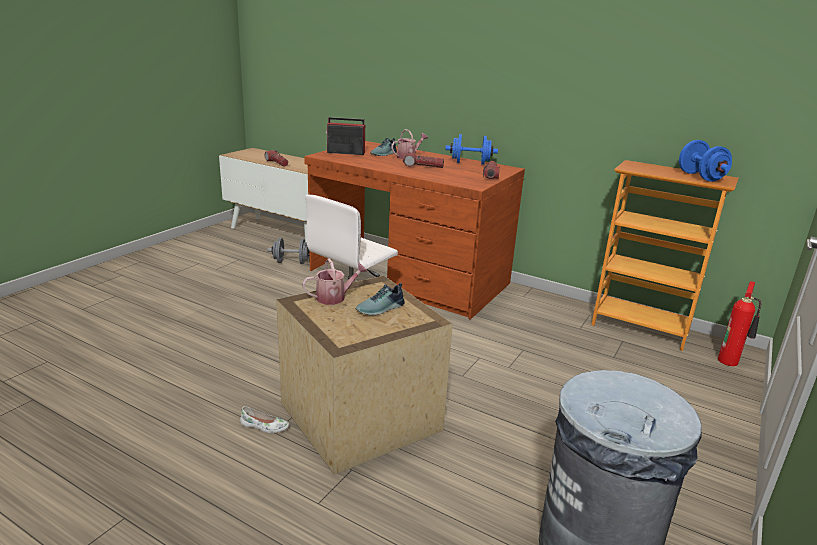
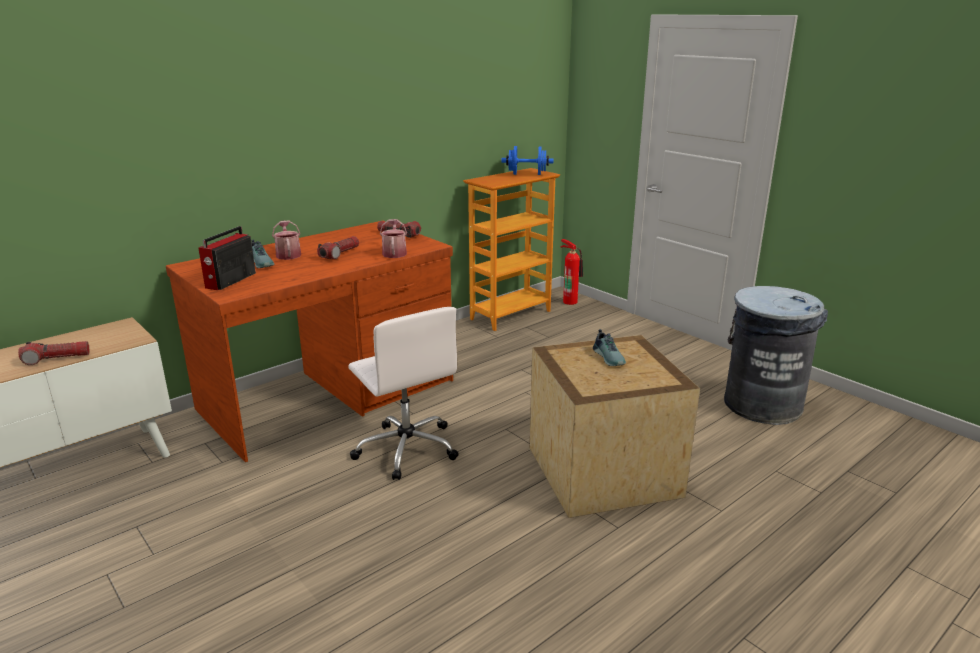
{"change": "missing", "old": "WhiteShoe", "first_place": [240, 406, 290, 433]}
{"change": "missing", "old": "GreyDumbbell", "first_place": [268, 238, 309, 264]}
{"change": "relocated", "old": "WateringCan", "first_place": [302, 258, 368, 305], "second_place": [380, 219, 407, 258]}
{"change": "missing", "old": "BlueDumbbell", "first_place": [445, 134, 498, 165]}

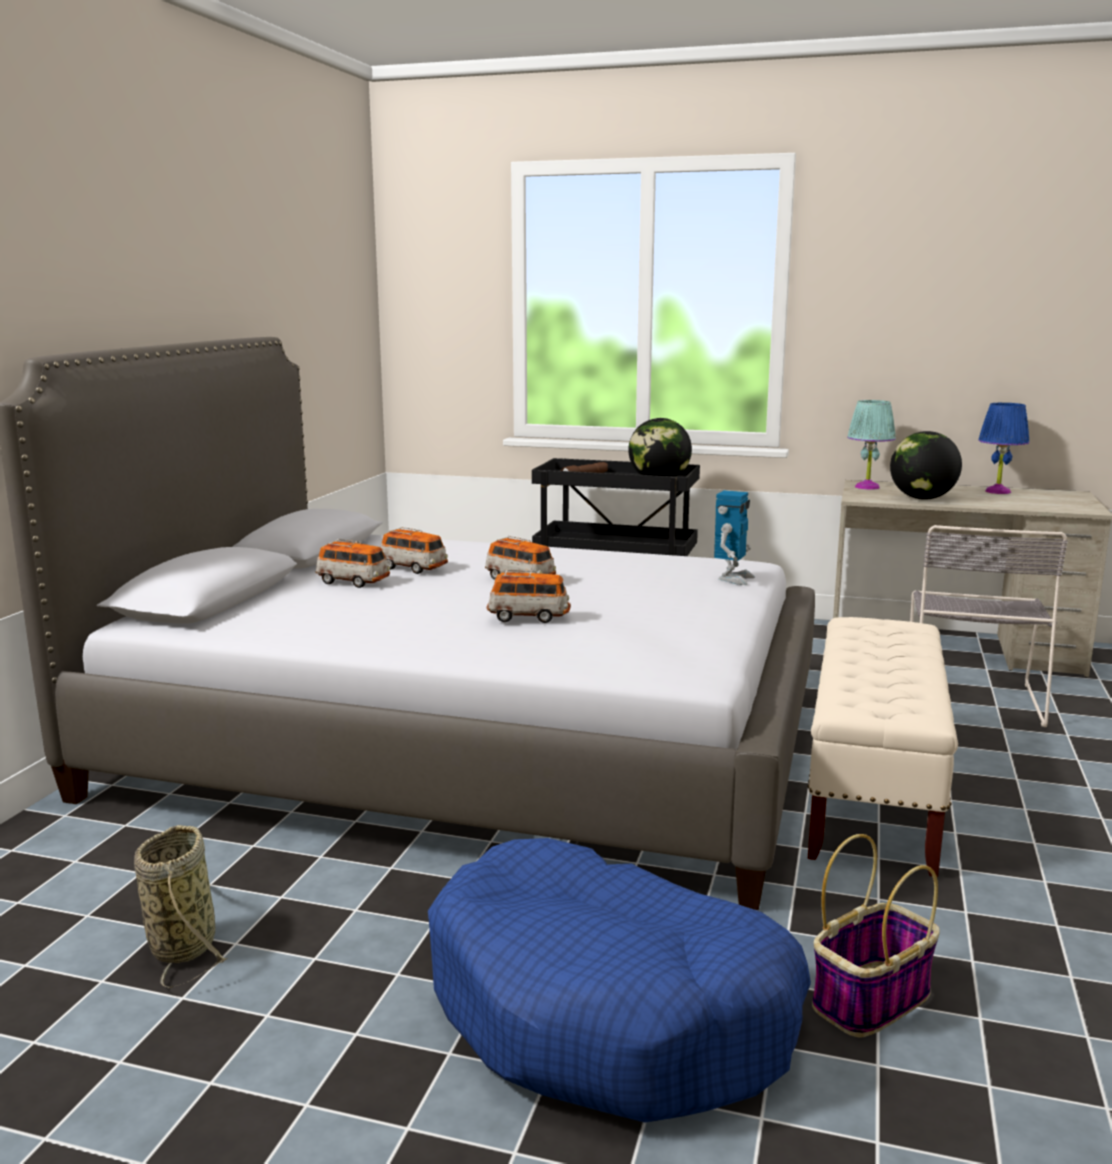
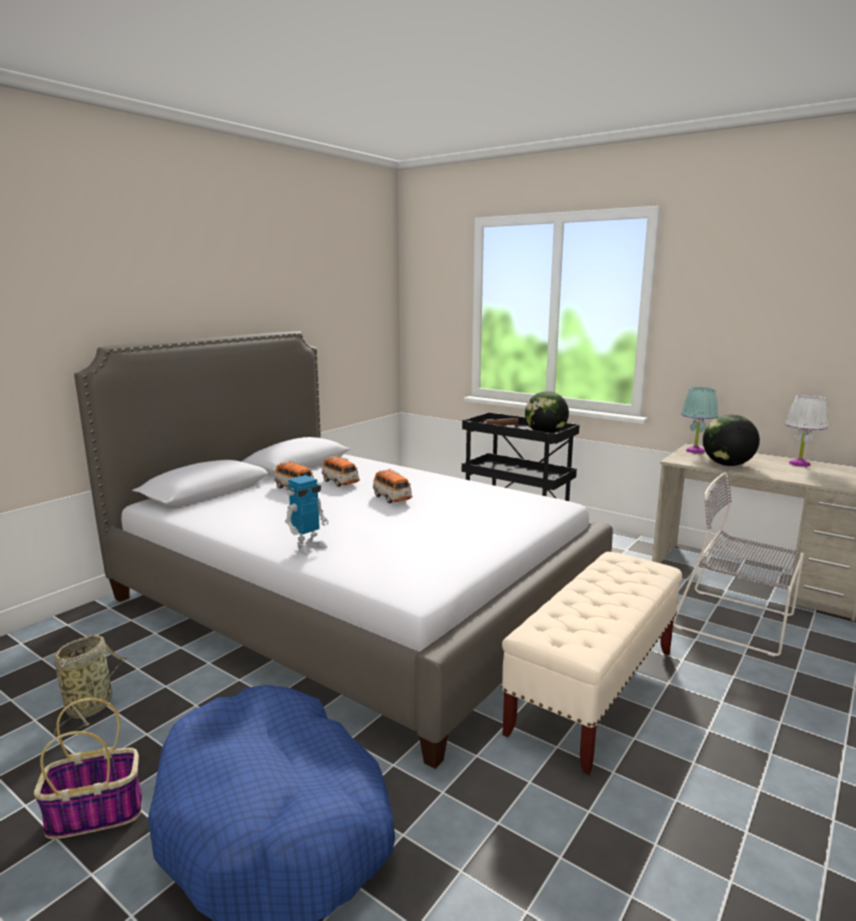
{"change": "missing", "old": "ToyCar", "first_place": [486, 570, 571, 623]}
{"change": "relocated", "old": "ToyRobot", "first_place": [714, 490, 755, 585], "second_place": [285, 475, 329, 555]}
{"change": "relocated", "old": "Basket", "first_place": [812, 834, 940, 1038], "second_place": [34, 698, 142, 839]}
{"change": "spun", "old": "GreyChair", "first_place": [910, 525, 1068, 727], "second_place": [673, 472, 804, 656], "degrees": 90}
{"change": "colour", "old": "BlueTableLamp", "new": "WhiteTableLamp", "first_place": [978, 403, 1030, 494], "second_place": [785, 395, 828, 467]}

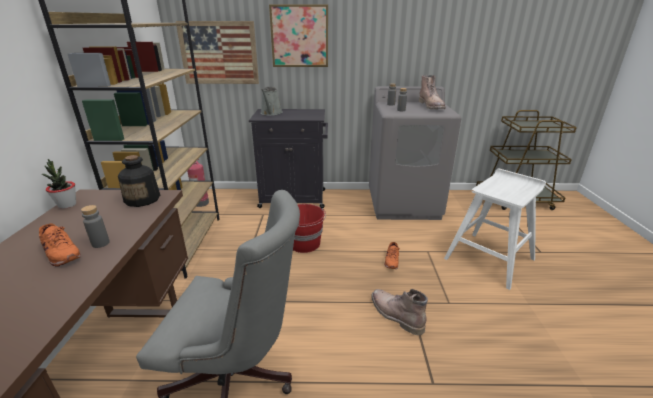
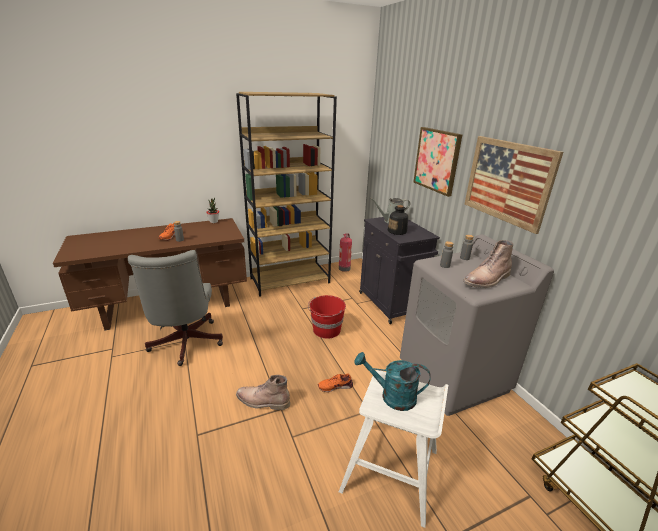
{"change": "relocated", "old": "Bottle", "first_place": [118, 155, 160, 207], "second_place": [388, 205, 408, 235]}
{"change": "relocated", "old": "Picture", "first_place": [176, 21, 259, 84], "second_place": [465, 136, 563, 234]}
{"change": "spun", "old": "BrownBoot", "first_place": [371, 289, 428, 335], "second_place": [236, 375, 290, 410], "degrees": -105}
{"change": "appeared", "new": "TurquoiseWateringCan", "second_place": [354, 352, 430, 411]}

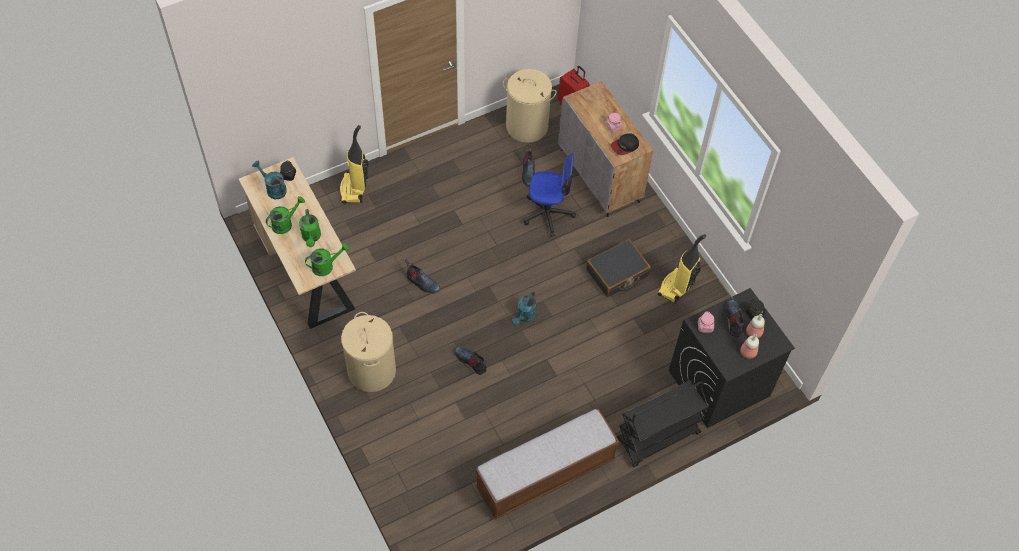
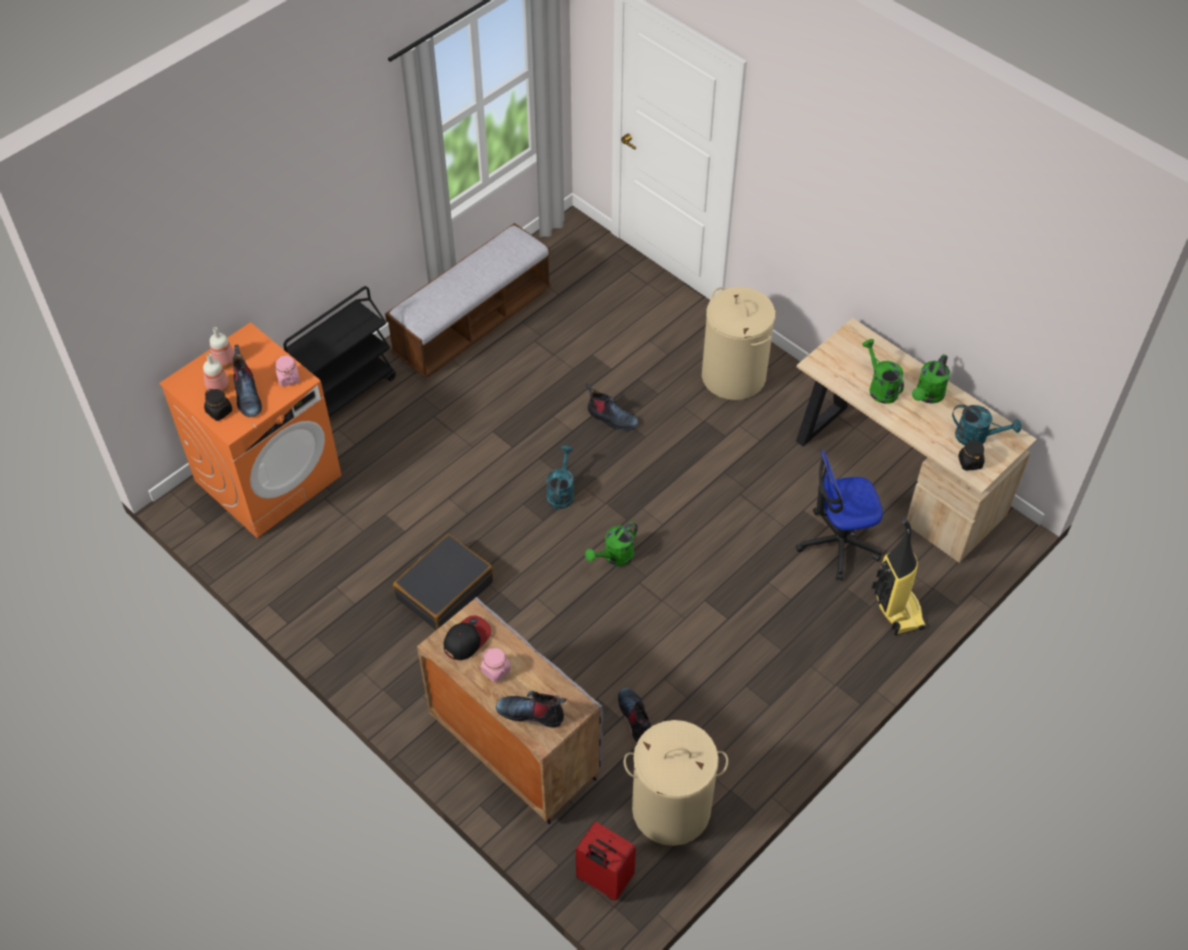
{"change": "relocated", "old": "GreenWateringCan", "first_place": [305, 243, 349, 276], "second_place": [585, 522, 638, 566]}
{"change": "relocated", "old": "Boot", "first_place": [405, 259, 440, 294], "second_place": [496, 691, 567, 728]}
{"change": "relocated", "old": "OfficeChair", "first_place": [524, 154, 576, 237], "second_place": [796, 450, 883, 581]}
{"change": "missing", "old": "VacuumCleaner", "first_place": [658, 234, 706, 304]}
{"change": "colour", "old": "BlackWashingMachine", "new": "OrangeWashingMachine", "first_place": [669, 288, 795, 428], "second_place": [159, 322, 342, 538]}

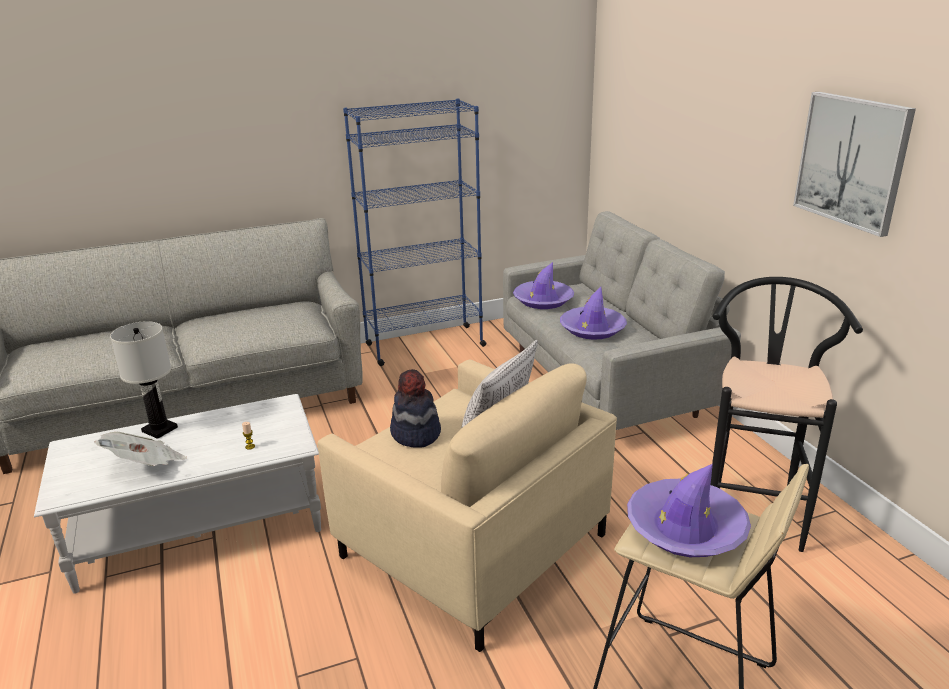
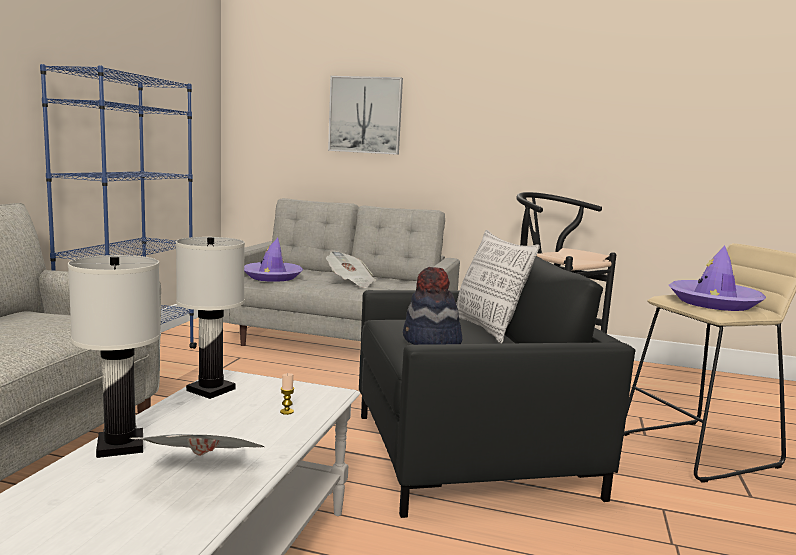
{"change": "colour", "old": "BeigeArmchair", "new": "BlackArmchair", "first_place": [318, 360, 617, 652], "second_place": [359, 256, 636, 518]}
{"change": "exchanged", "old": "PurpleHat", "new": "Newspaper", "first_place": [560, 287, 627, 340], "second_place": [326, 251, 376, 288]}
{"change": "relocated", "old": "Picture", "first_place": [793, 92, 916, 237], "second_place": [328, 76, 403, 155]}
{"change": "appeared", "new": "WhiteTableLamp", "second_place": [176, 237, 245, 399]}

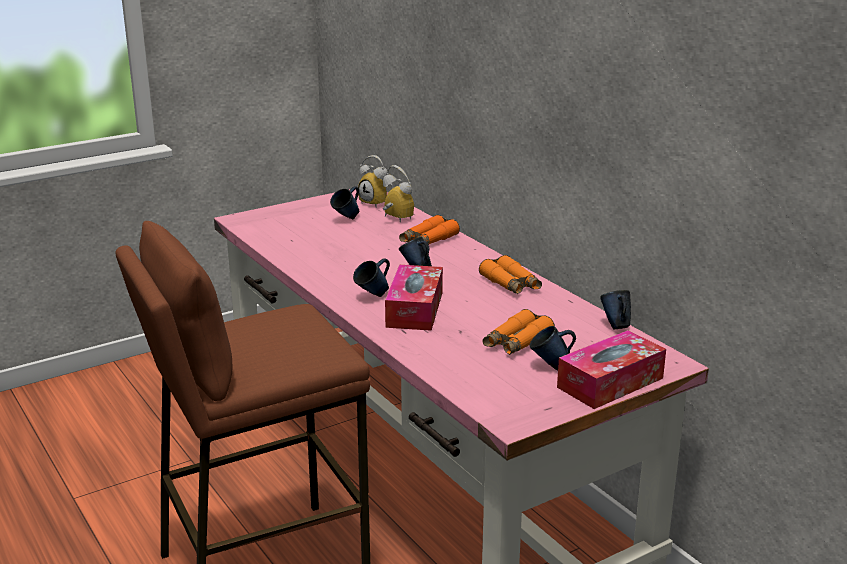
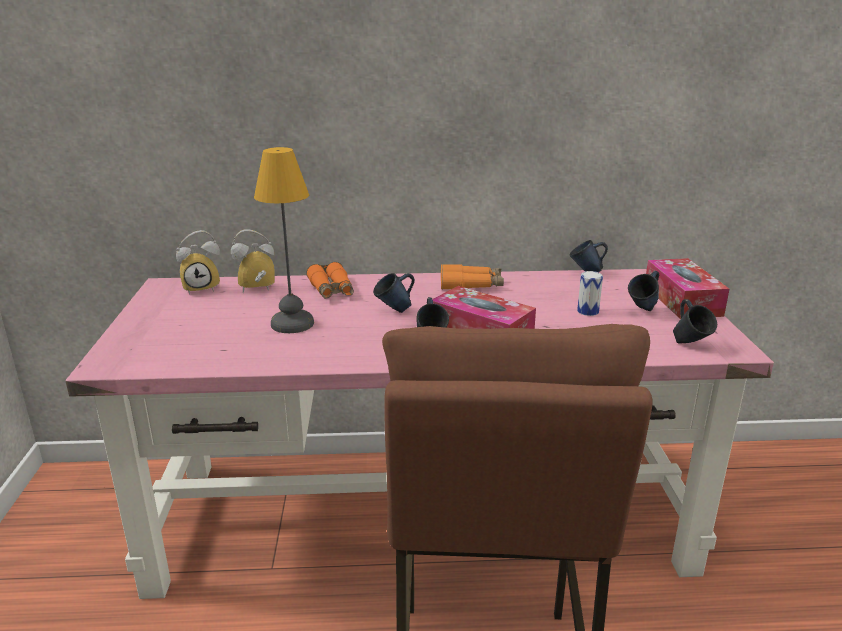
{"change": "relocated", "old": "BlueMug", "first_place": [330, 186, 360, 219], "second_place": [673, 299, 717, 343]}
{"change": "exchanged", "old": "OrangeBinoculars", "new": "Can", "first_place": [483, 309, 555, 355], "second_place": [577, 271, 603, 316]}
{"change": "appeared", "new": "TableLamp", "second_place": [254, 147, 314, 333]}

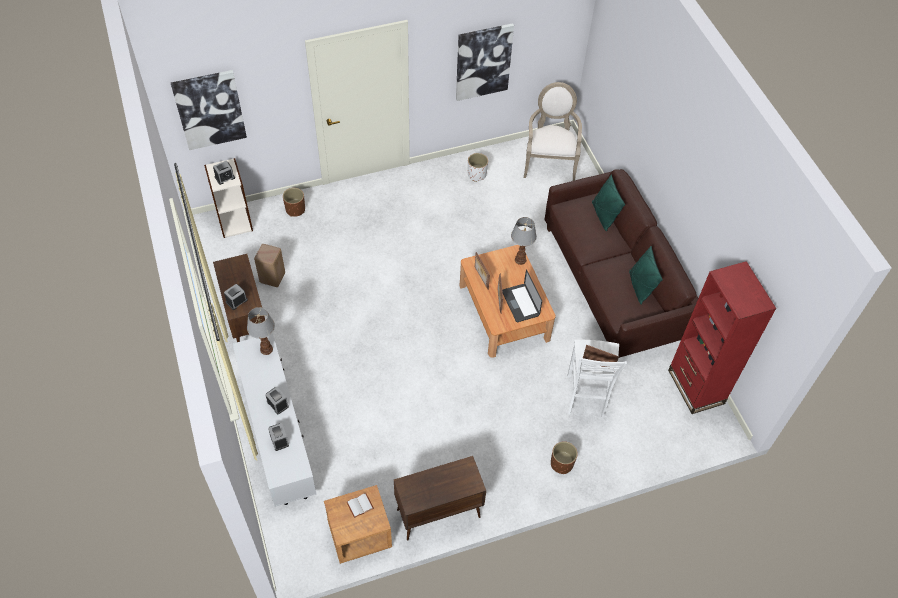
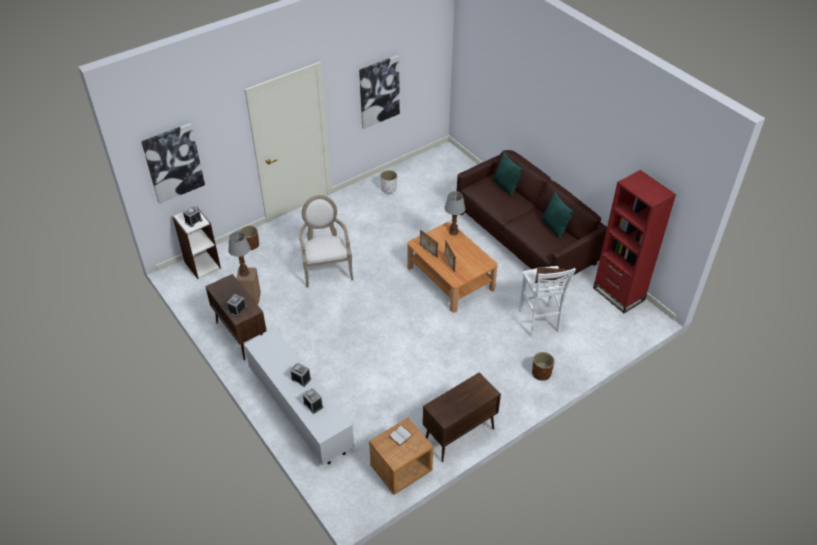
{"change": "relocated", "old": "TableLamp", "first_place": [247, 307, 275, 355], "second_place": [228, 232, 251, 277]}
{"change": "missing", "old": "Laptop", "first_place": [502, 270, 542, 322]}
{"change": "relocated", "old": "Armchair", "first_place": [524, 82, 582, 181], "second_place": [299, 195, 353, 288]}

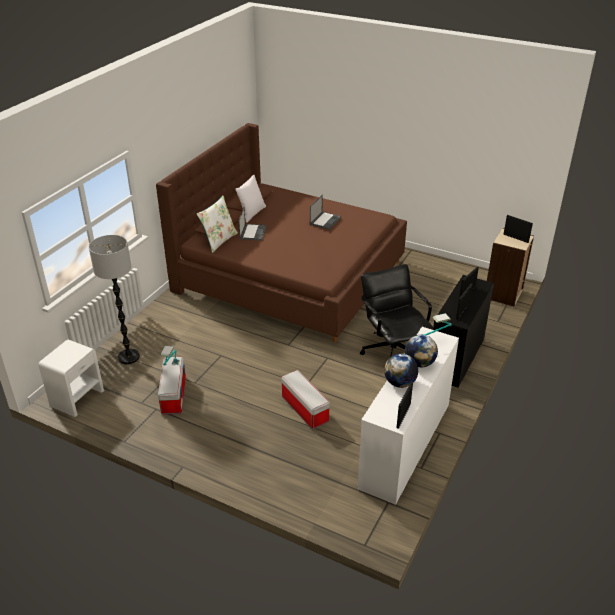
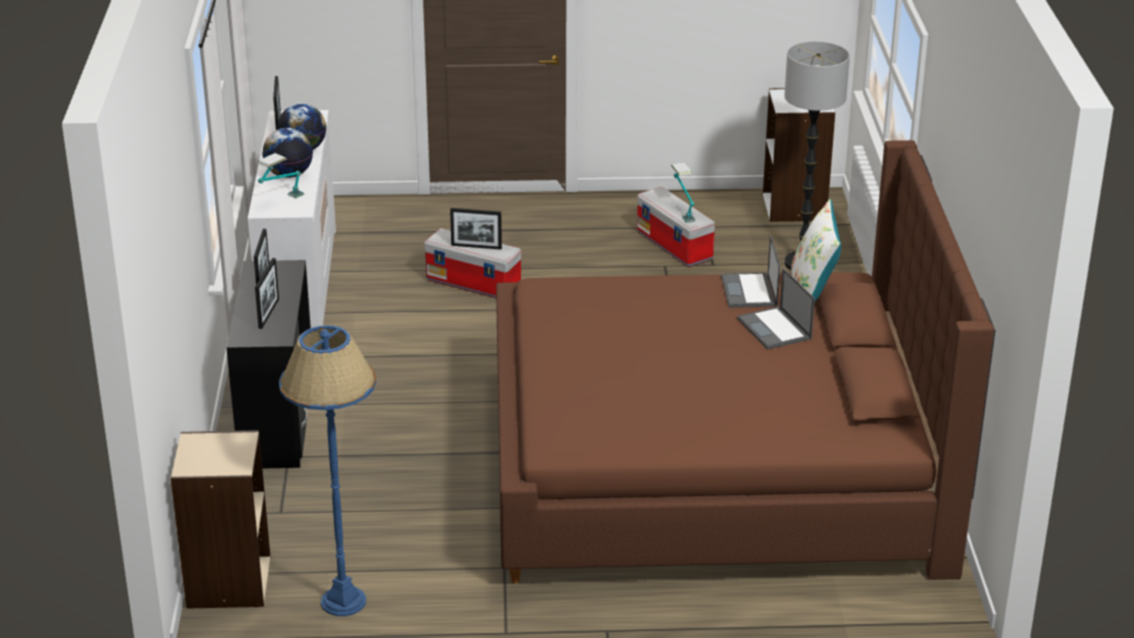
{"change": "exchanged", "old": "WhiteNightstand", "new": "WhiteBookcase", "first_place": [38, 339, 104, 417], "second_place": [763, 88, 835, 222]}
{"change": "missing", "old": "WhitePillow", "first_place": [235, 175, 266, 223]}
{"change": "relocated", "old": "Laptop", "first_place": [310, 195, 341, 230], "second_place": [721, 235, 780, 308]}
{"change": "missing", "old": "BlackOfficeChair", "first_place": [360, 264, 433, 357]}
{"change": "relocated", "old": "PictureFrame", "first_place": [503, 215, 533, 243], "second_place": [450, 208, 502, 250]}
{"change": "appeared", "new": "BlueFloorLamp", "second_place": [279, 325, 376, 616]}

